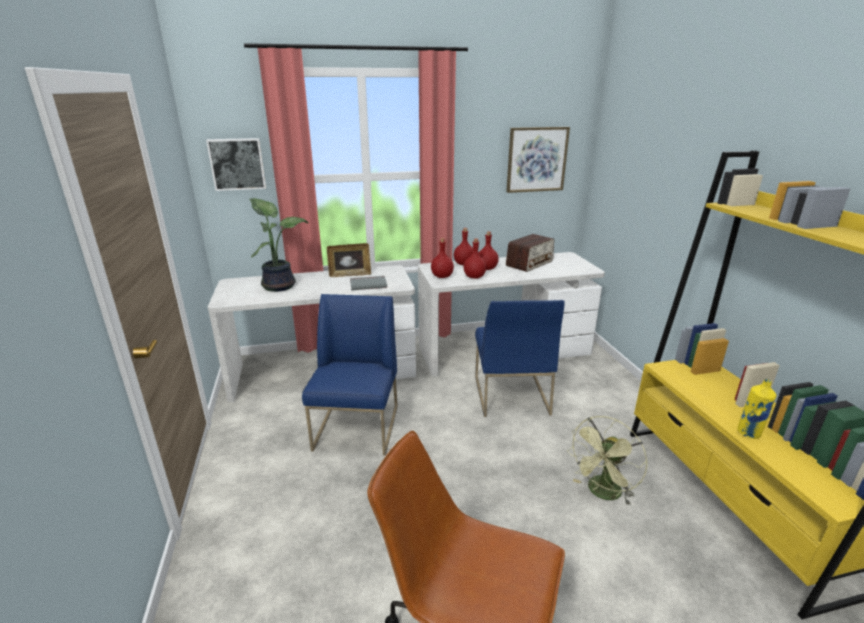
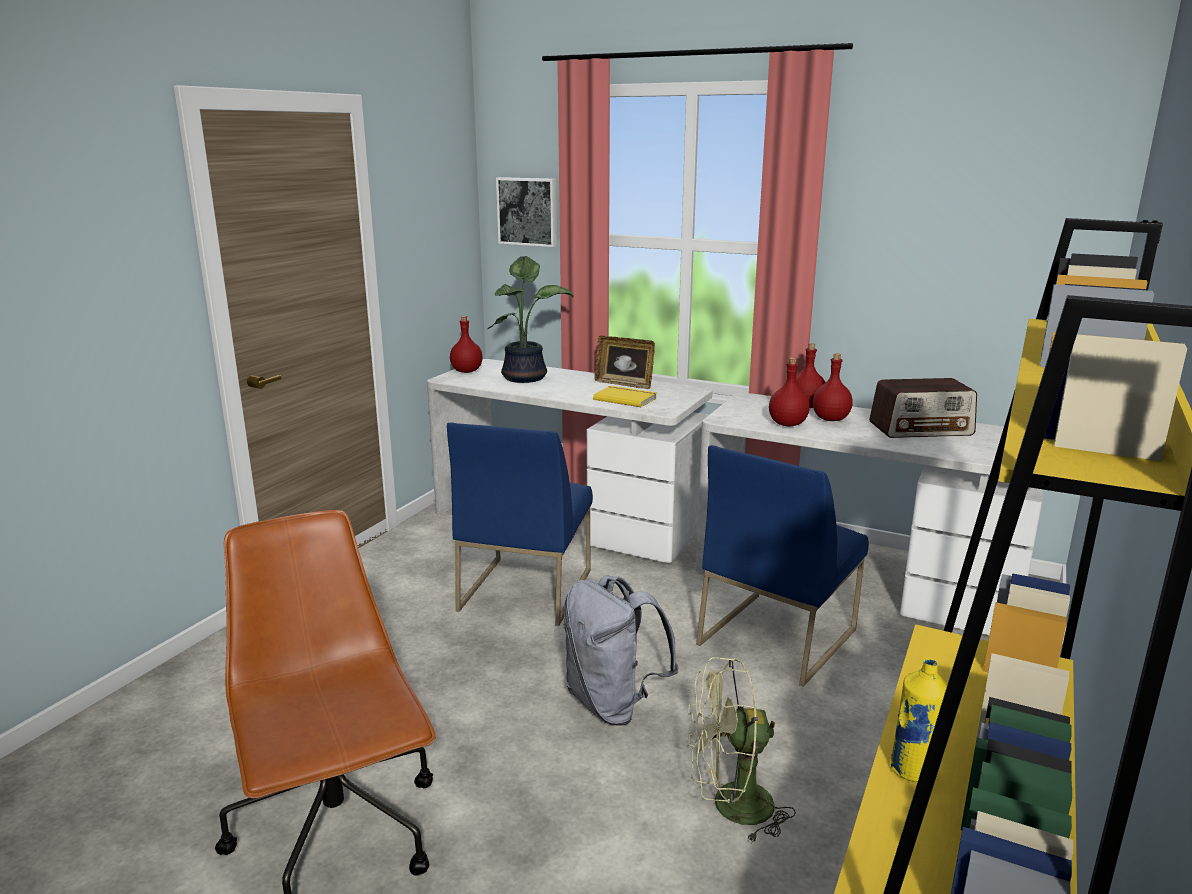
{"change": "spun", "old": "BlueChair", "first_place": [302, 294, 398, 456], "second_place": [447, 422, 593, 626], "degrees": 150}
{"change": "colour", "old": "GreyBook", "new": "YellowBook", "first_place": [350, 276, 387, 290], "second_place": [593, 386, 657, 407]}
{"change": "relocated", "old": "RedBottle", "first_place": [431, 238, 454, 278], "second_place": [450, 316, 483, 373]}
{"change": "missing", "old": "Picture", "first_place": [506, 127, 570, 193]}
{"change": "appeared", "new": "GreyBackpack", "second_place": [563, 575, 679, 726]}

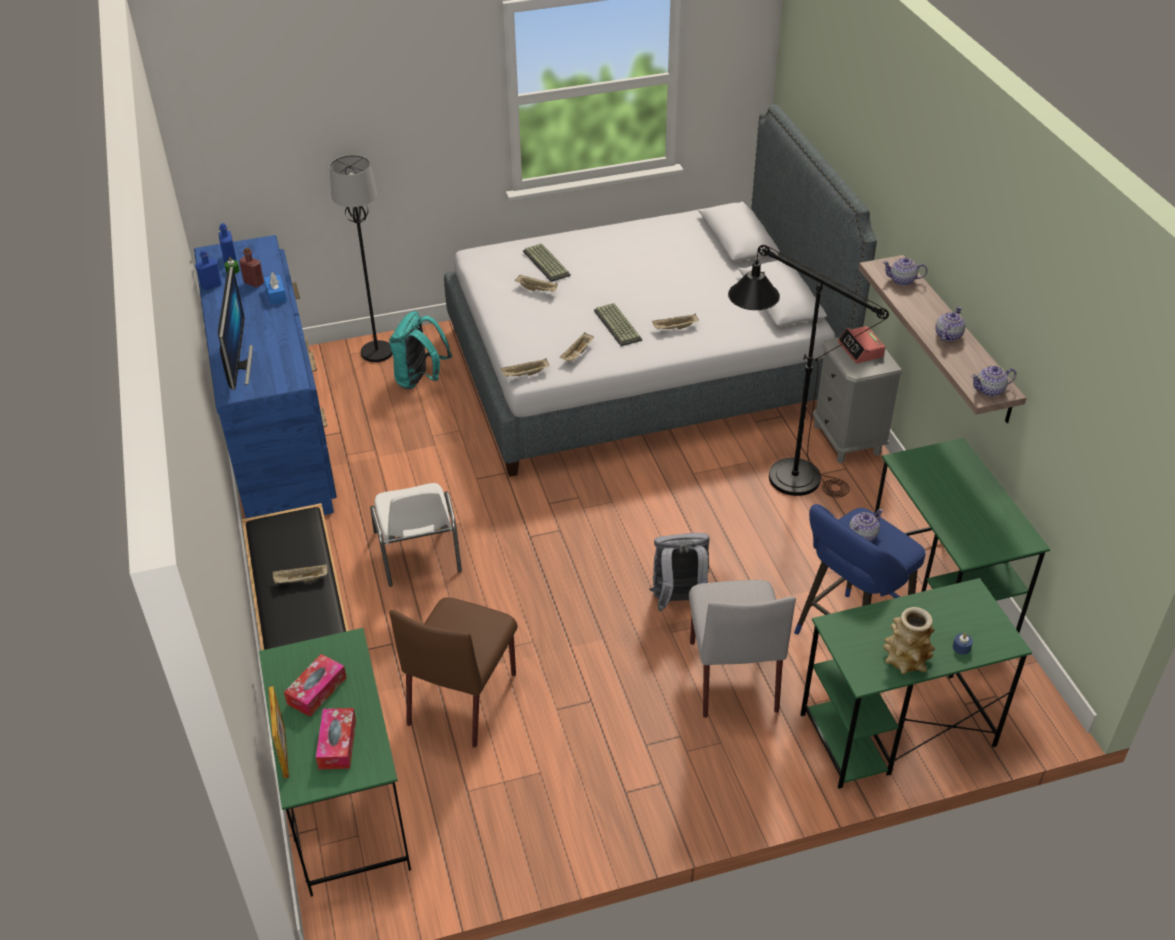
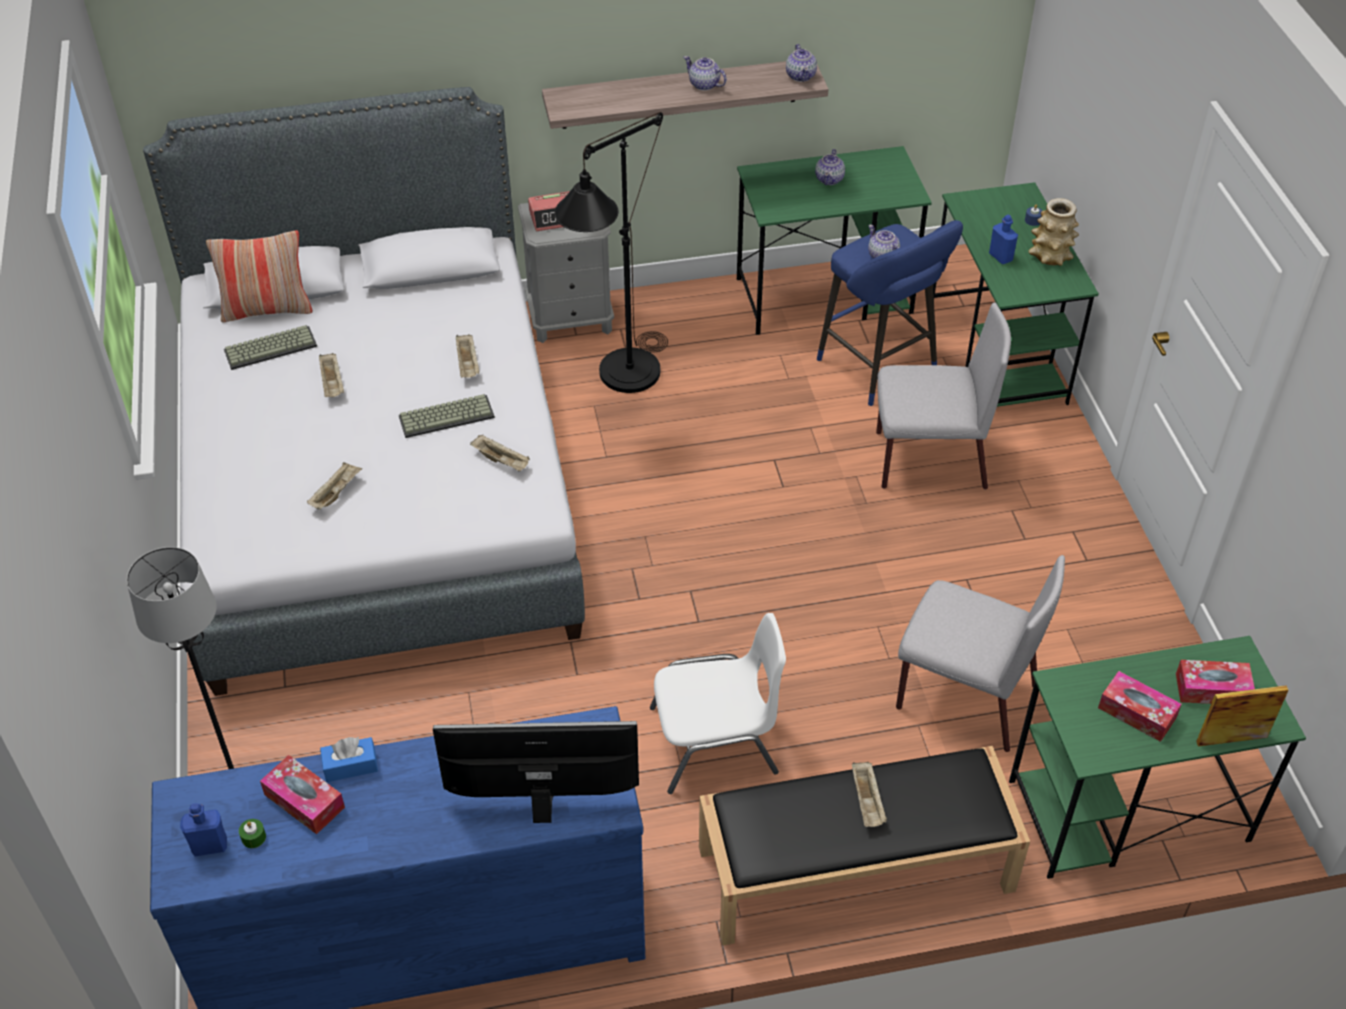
{"change": "relocated", "old": "BlueBottle", "first_place": [195, 250, 222, 290], "second_place": [989, 215, 1018, 264]}
{"change": "exchanged", "old": "RedBottle", "new": "TissueBox", "first_place": [239, 248, 264, 288], "second_place": [260, 755, 345, 834]}
{"change": "missing", "old": "TurquoiseBackpack", "first_place": [389, 311, 452, 389]}
{"change": "colour", "old": "BrownChair", "new": "GreyChair", "first_place": [389, 597, 518, 747], "second_place": [896, 555, 1065, 752]}
{"change": "relocated", "old": "BeigeTray", "first_place": [501, 358, 549, 377], "second_place": [319, 353, 344, 397]}
{"change": "relocated", "old": "Keyboard", "first_place": [523, 243, 571, 282], "second_place": [224, 325, 317, 370]}
{"change": "missing", "old": "GreyBackpack", "first_place": [649, 533, 710, 612]}
{"change": "relocated", "old": "Teapot", "first_place": [882, 258, 927, 286], "second_place": [815, 149, 845, 185]}
{"change": "appeared", "new": "Pillow", "second_place": [206, 230, 313, 322]}

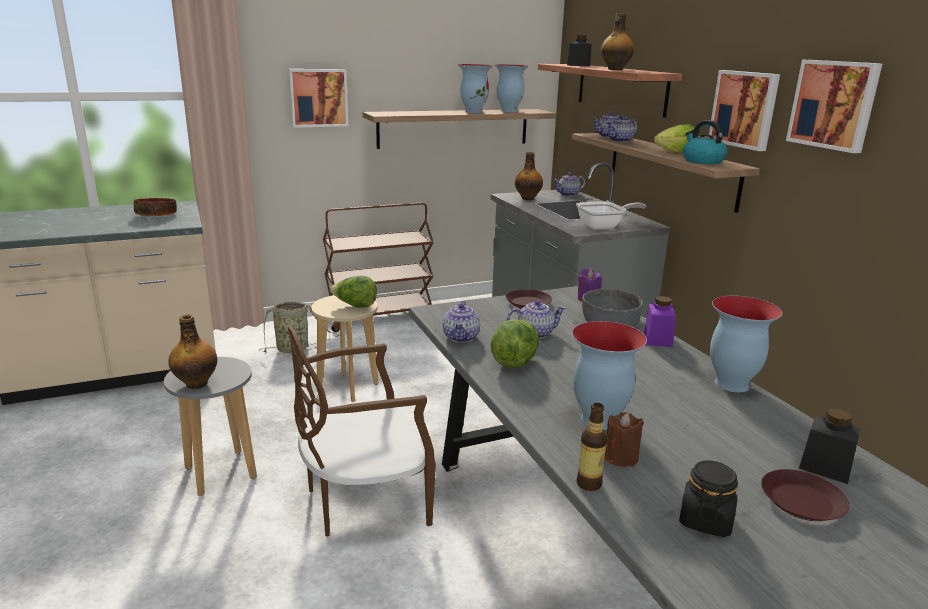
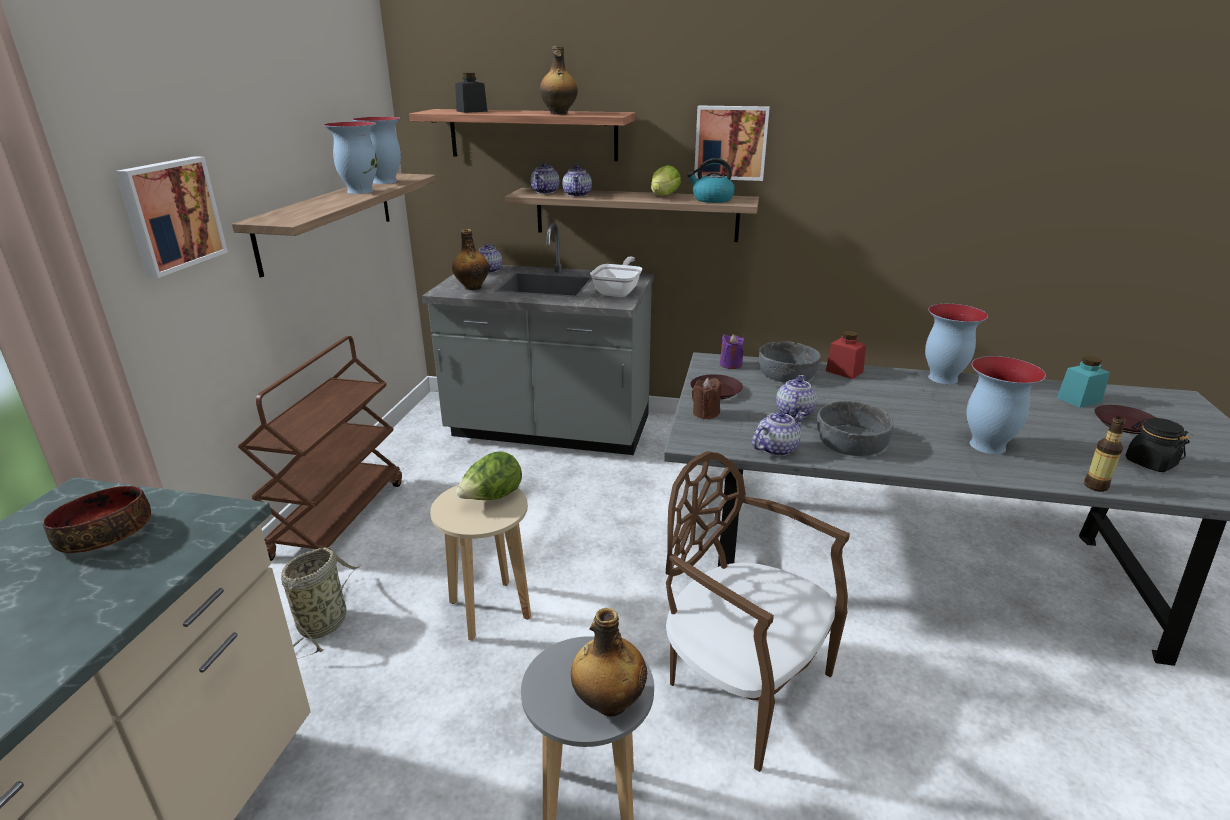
{"change": "spun", "old": "BrownChair", "first_place": [288, 327, 436, 536], "second_place": [666, 451, 850, 772], "degrees": 120}
{"change": "spun", "old": "Teapot", "first_place": [443, 301, 480, 342], "second_place": [752, 411, 806, 456], "degrees": -75}
{"change": "exchanged", "old": "Lettuce", "new": "GreyBowl", "first_place": [490, 320, 539, 368], "second_place": [817, 401, 893, 456]}
{"change": "relocated", "old": "BrownCandle", "first_place": [604, 412, 644, 467], "second_place": [692, 378, 721, 419]}
{"change": "colour", "old": "PurpleJar", "new": "RedJar", "first_place": [644, 296, 676, 347], "second_place": [826, 331, 866, 379]}
{"change": "missing", "old": "Picture", "first_place": [786, 60, 883, 153]}
{"change": "colour", "old": "BlackJar", "new": "TurquoiseJar", "first_place": [799, 408, 860, 484], "second_place": [1057, 356, 1110, 408]}

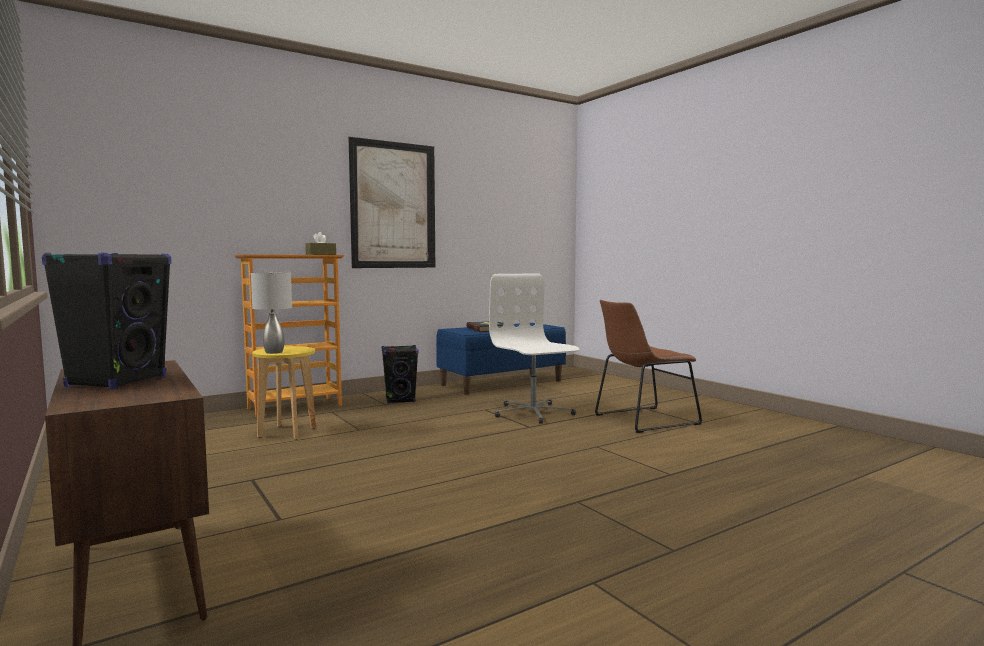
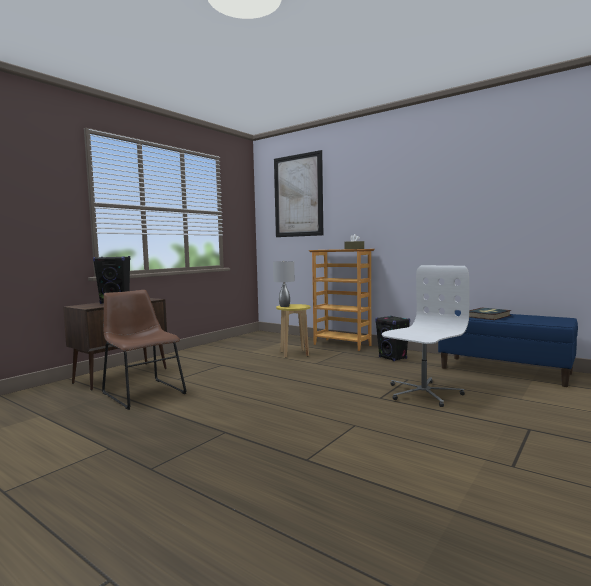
{"change": "relocated", "old": "Picture", "first_place": [348, 137, 435, 268], "second_place": [274, 150, 323, 237]}
{"change": "relocated", "old": "BrownChair", "first_place": [595, 300, 702, 433], "second_place": [102, 290, 187, 410]}

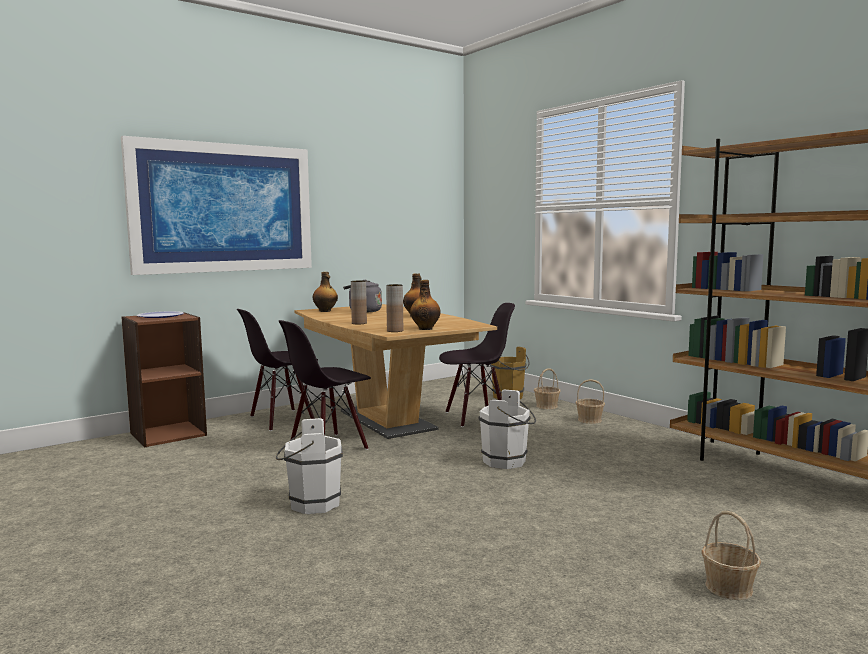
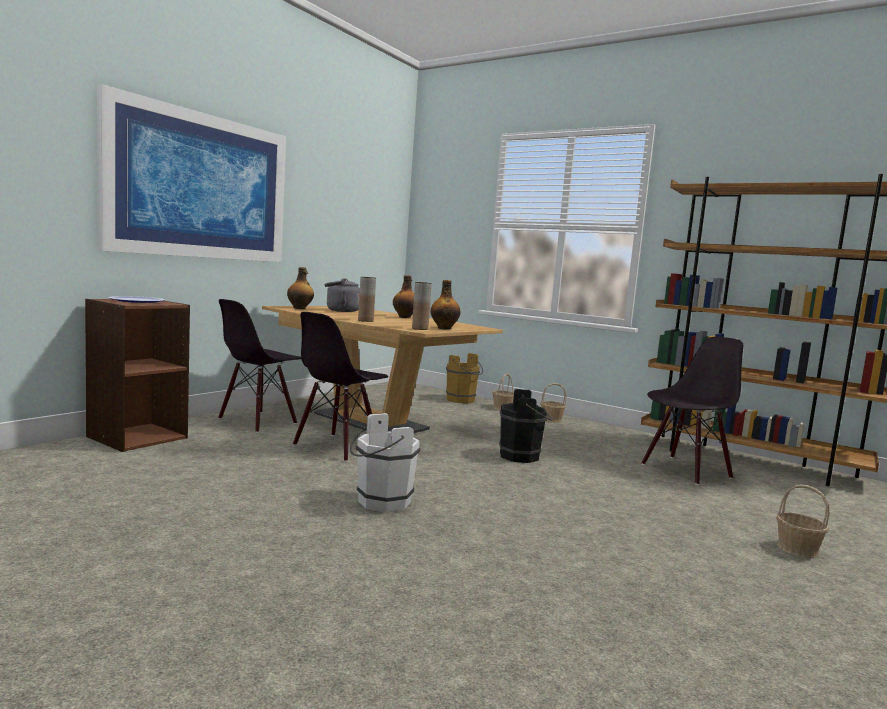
{"change": "relocated", "old": "BlackChair", "first_place": [439, 303, 515, 427], "second_place": [641, 337, 743, 485]}
{"change": "colour", "old": "WhiteBucket", "new": "BlackBucket", "first_place": [479, 389, 536, 469], "second_place": [499, 389, 553, 463]}

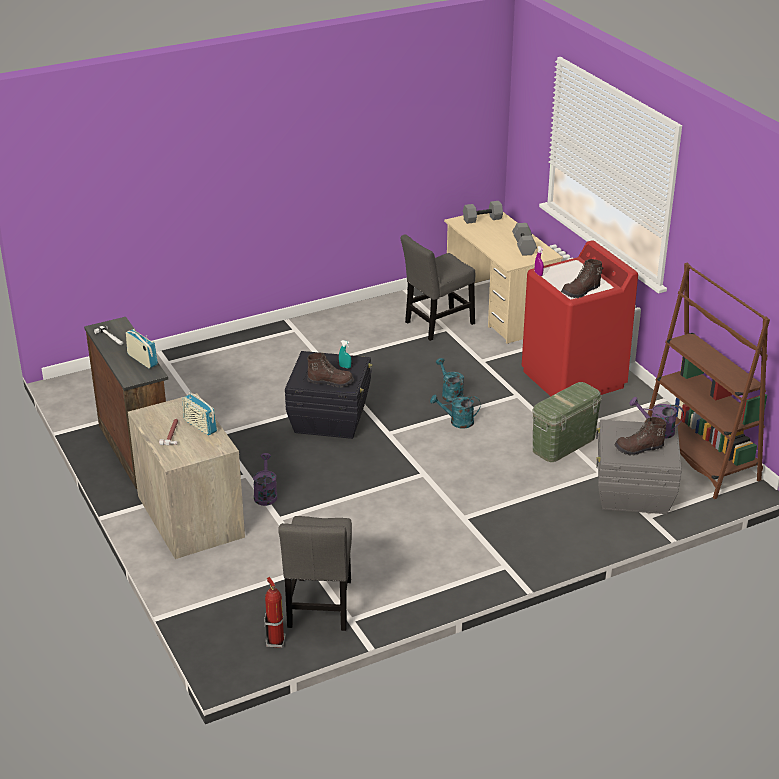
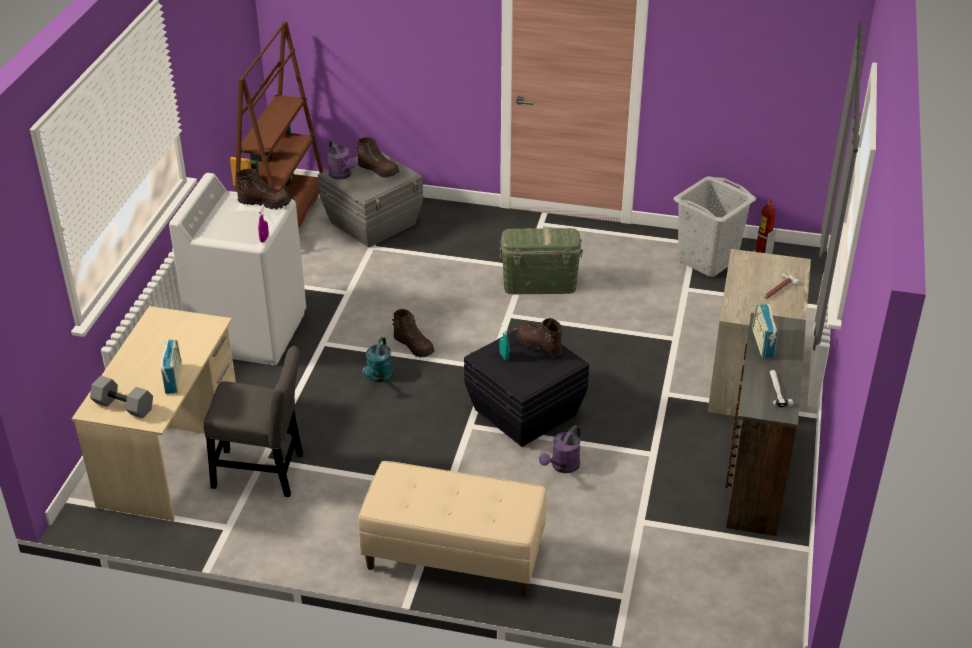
{"change": "relocated", "old": "Radio", "first_place": [183, 392, 217, 435], "second_place": [160, 339, 182, 394]}
{"change": "relocated", "old": "PurpleWateringCan", "first_place": [253, 453, 277, 506], "second_place": [539, 426, 581, 473]}
{"change": "exchanged", "old": "GreyChair", "new": "GreyLaundryBasket", "first_place": [278, 516, 352, 631], "second_place": [674, 176, 756, 277]}
{"change": "exchanged", "old": "TurquoiseWateringCan", "new": "BrownBoot", "first_place": [430, 394, 481, 429], "second_place": [392, 309, 435, 358]}
{"change": "missing", "old": "GreyDumbbell", "first_place": [512, 223, 537, 256]}
{"change": "colour", "old": "RedWashingMachine", "new": "WhiteWashingMachine", "first_place": [522, 240, 638, 396], "second_place": [169, 173, 306, 365]}
{"change": "relocated", "old": "GreenStorageBox", "first_place": [533, 382, 601, 462], "second_place": [499, 228, 583, 294]}
{"change": "appeared", "new": "BeigeBench", "second_place": [358, 461, 547, 597]}

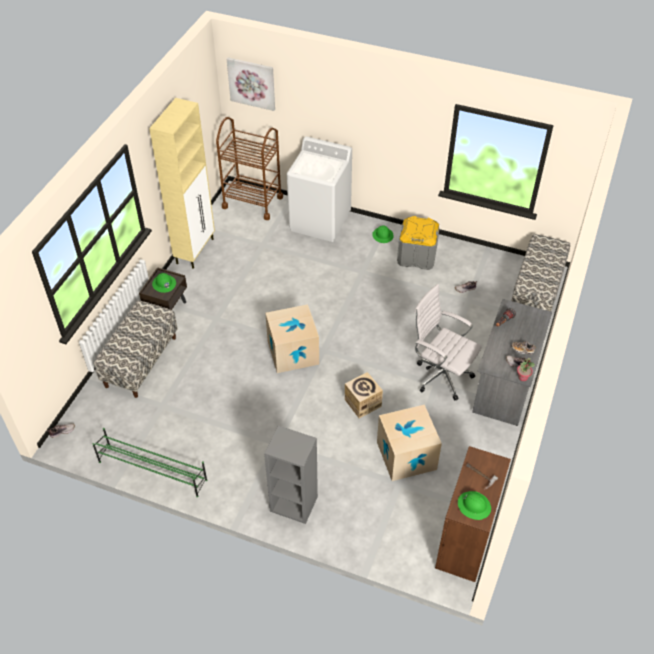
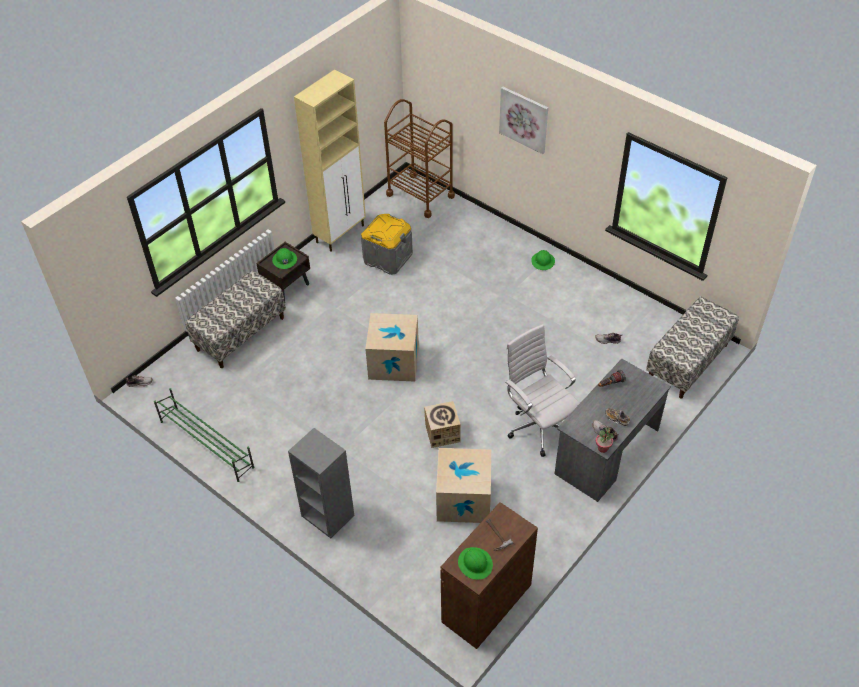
{"change": "relocated", "old": "Picture", "first_place": [227, 58, 275, 111], "second_place": [499, 87, 548, 154]}
{"change": "missing", "old": "WhiteWashingMachine", "first_place": [287, 136, 352, 242]}
{"change": "relocated", "old": "GreyStorageBox", "first_place": [397, 216, 439, 270], "second_place": [361, 214, 413, 275]}

